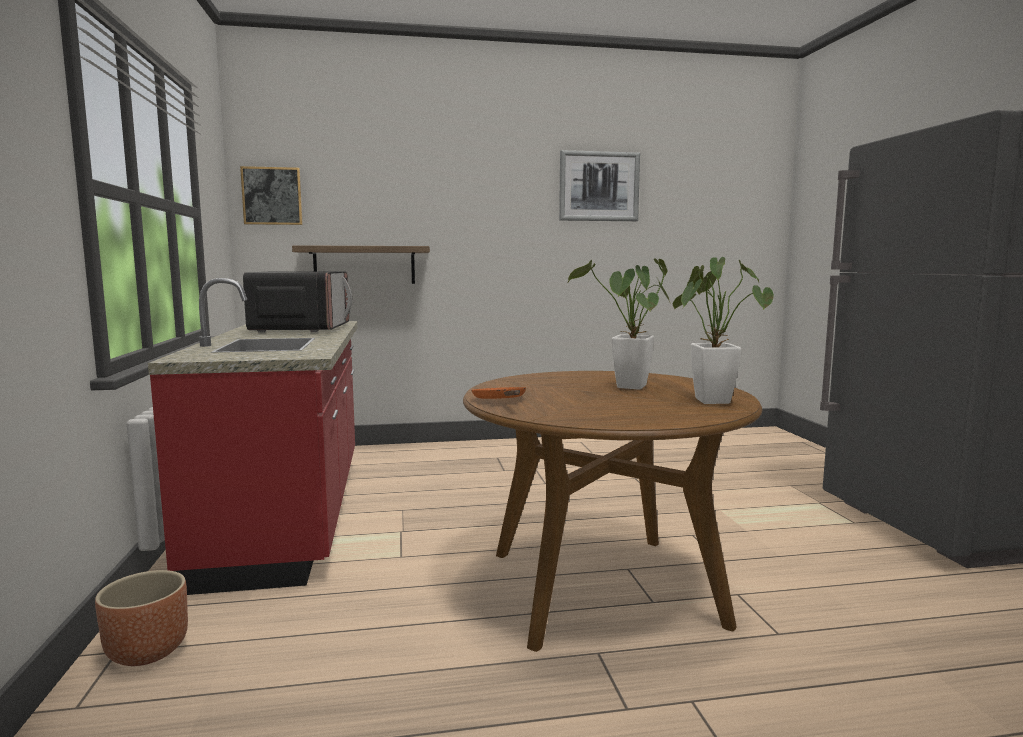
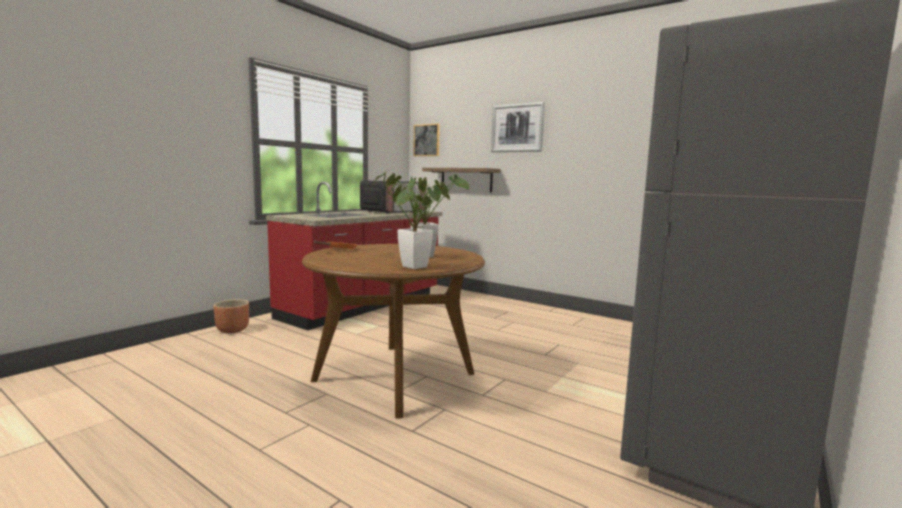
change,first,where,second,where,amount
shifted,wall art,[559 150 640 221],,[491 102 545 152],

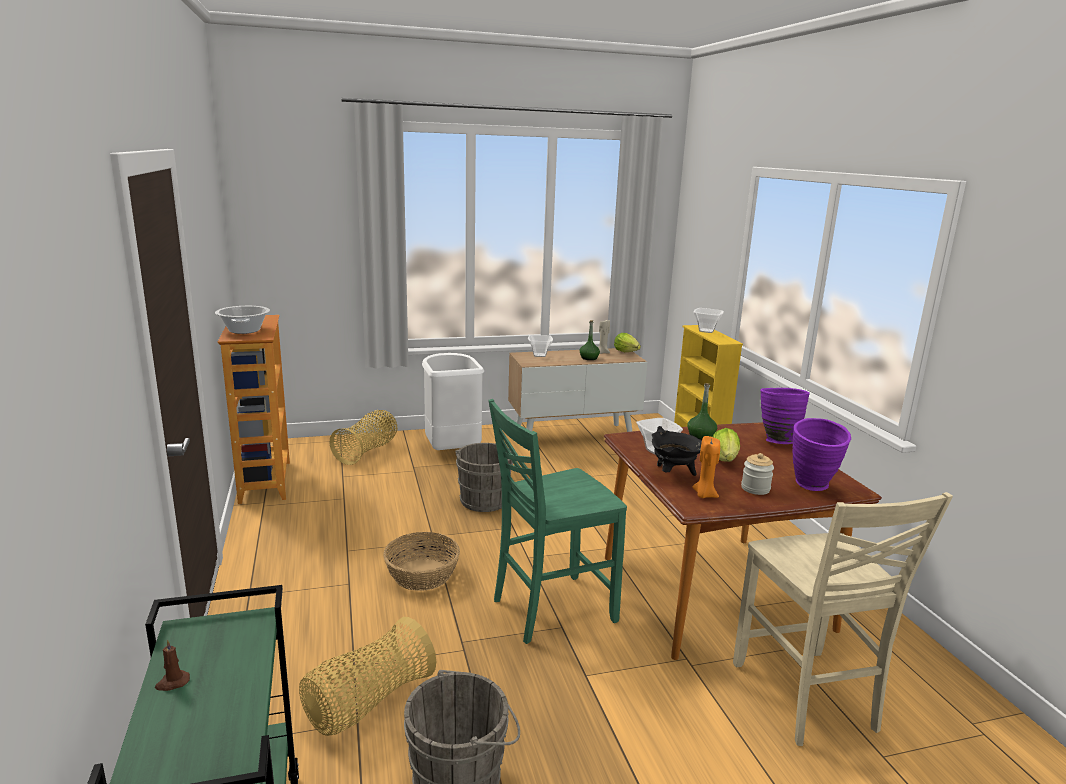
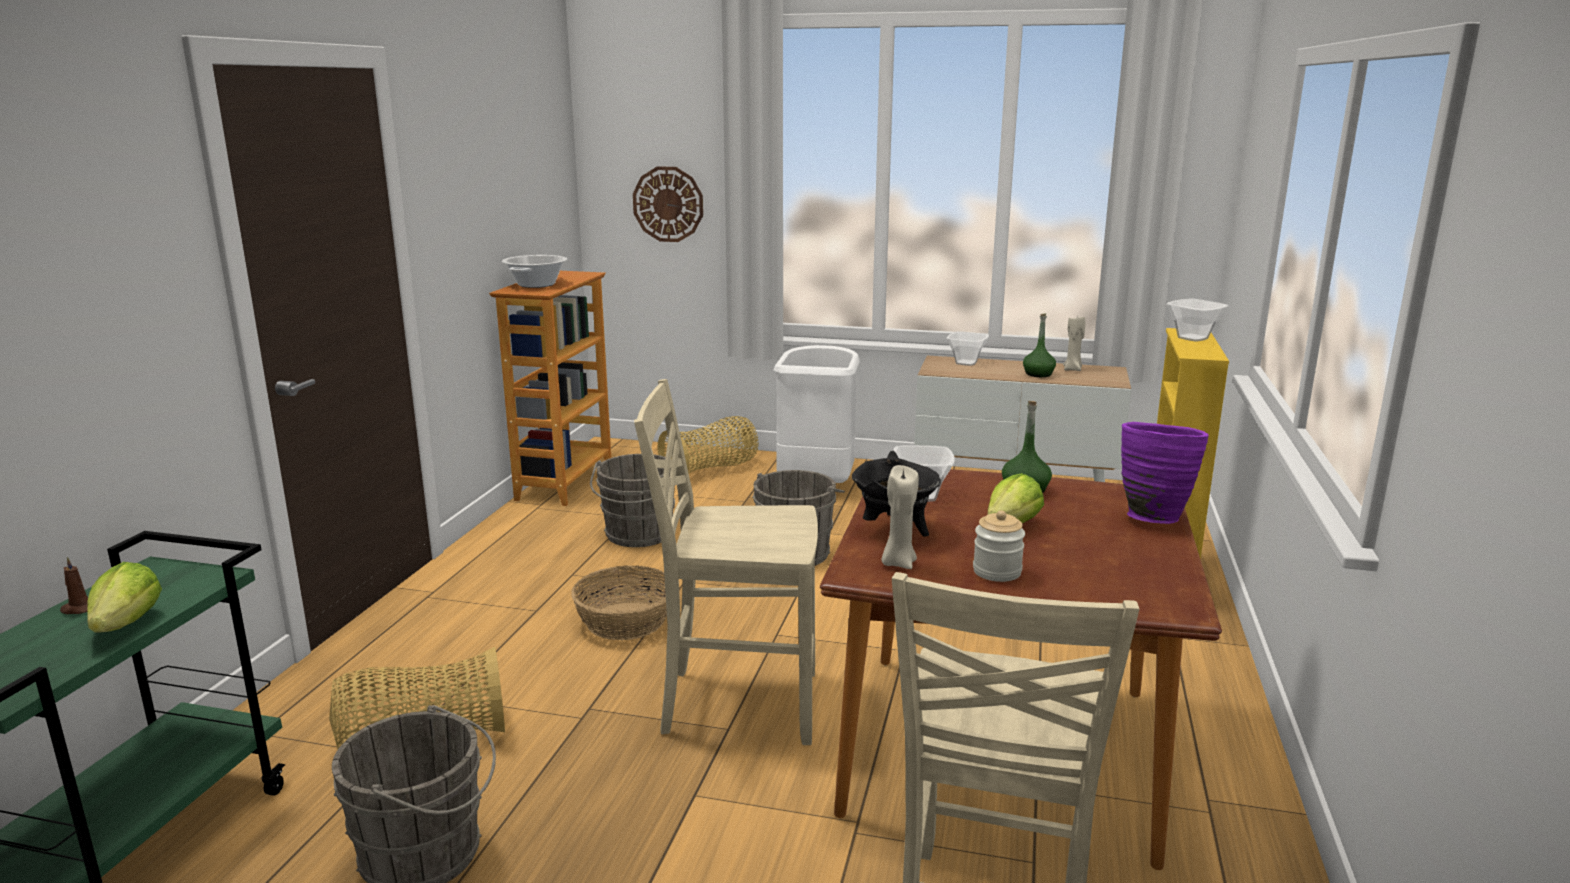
change,first,where,second,where,amount
shifted,lettuce head,[614 333 641 352],,[87 562 162 633],
new,,,grey water bucket,[590 454 675 547],
new,,,hanging clock,[633 166 703 242],
repainted,green-coloured chair,[488 399 627 644],beige-coloured chair,[634 379 818 745],
repainted,orange-coloured candle,[693 436 720 498],beige-coloured candle,[881 465 919 569],
gone,purple vase,[793 418 851 491],,,

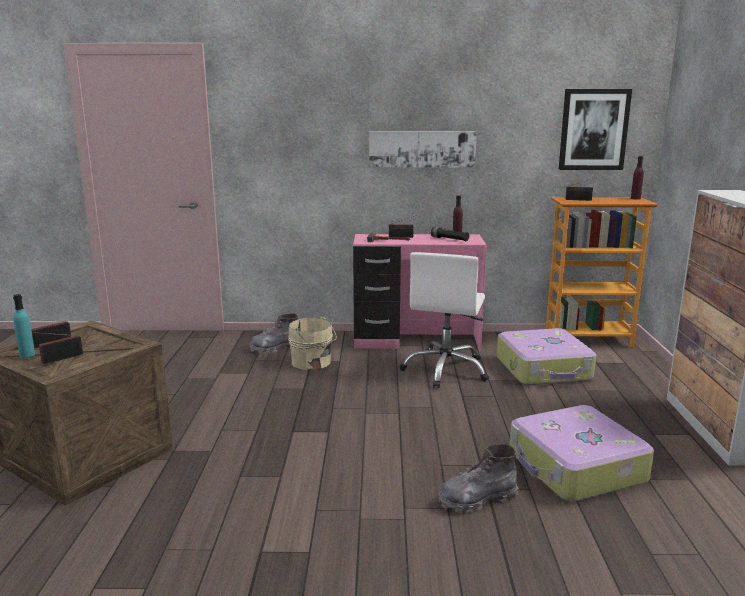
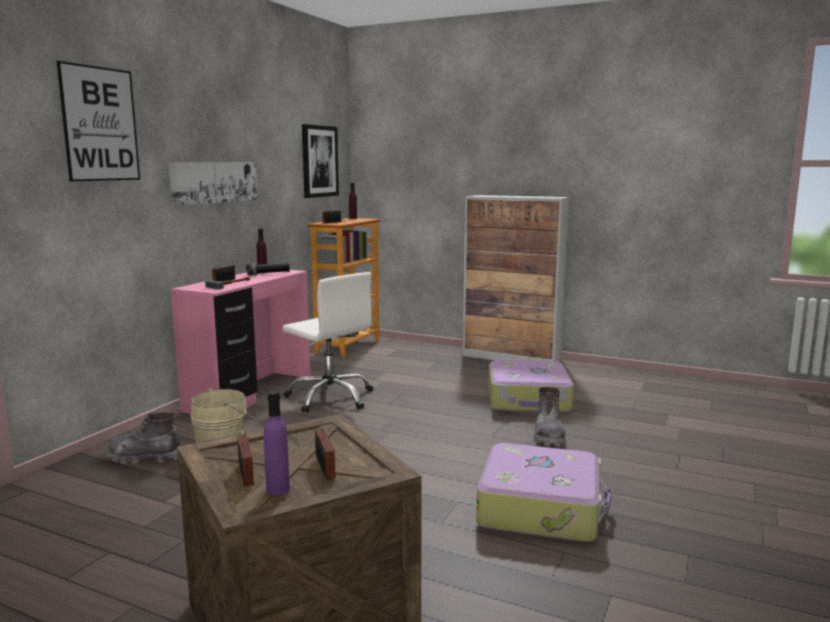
change,first,where,second,where,amount
new,,,wall art,[57 61 140 181],
rotated,grey high-top boot,[250 313 298 354],,[107 412 181 464],90 degrees clockwise
repainted,turquoise drink bottle,[13 294 35 358],purple drink bottle,[264 391 290 496],
shifted,suitcase,[497 328 596 385],,[476 443 612 542],

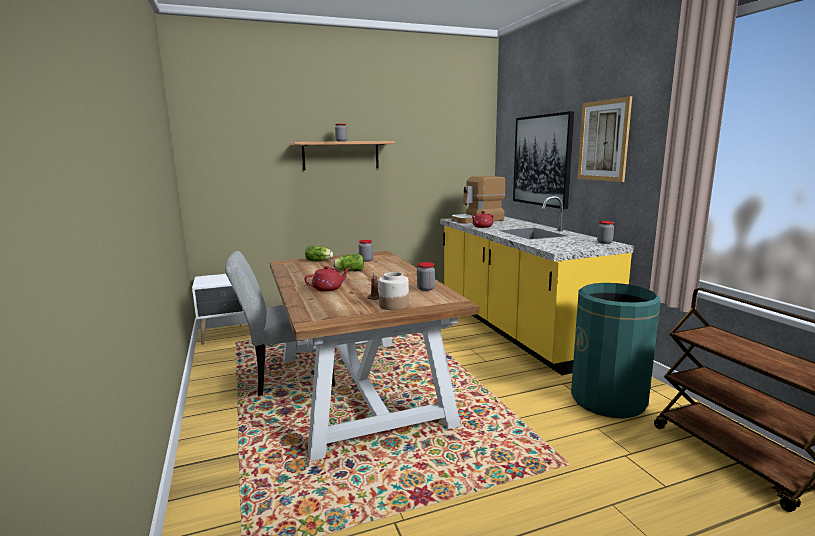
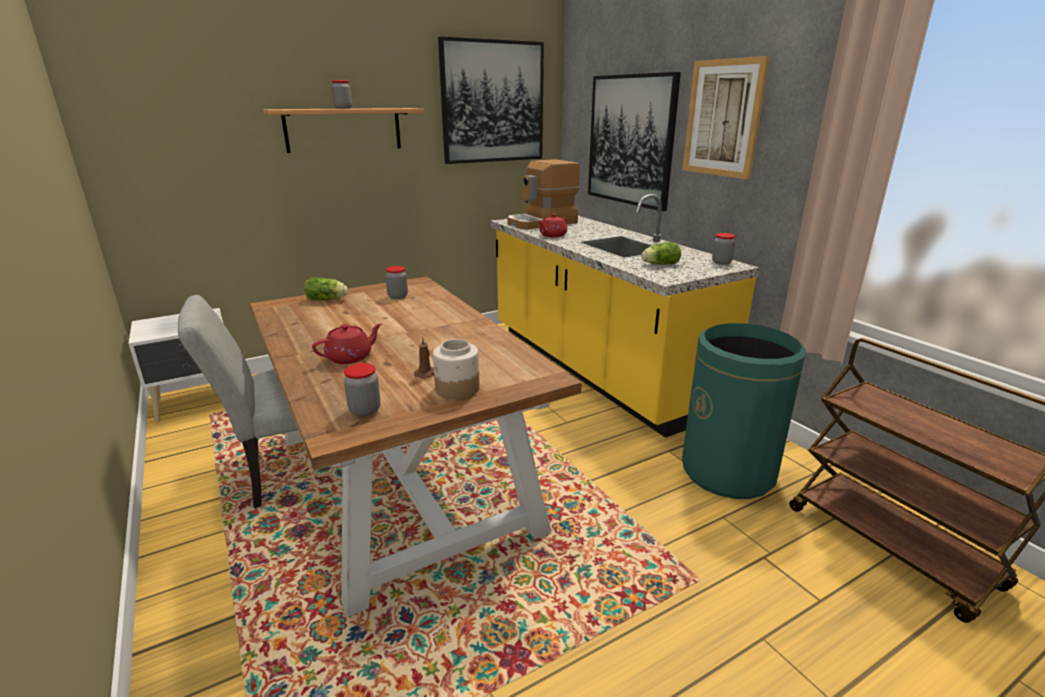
change,first,where,second,where,amount
shifted,jar,[417 262 435 291],,[344 363 381 416],
new,,,wall art,[438 37 544 164],
shifted,lettuce head,[333 254 364 271],,[641 242 681 265],

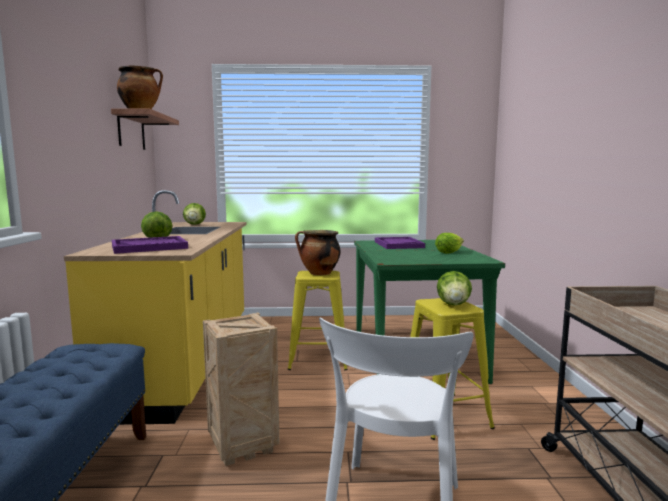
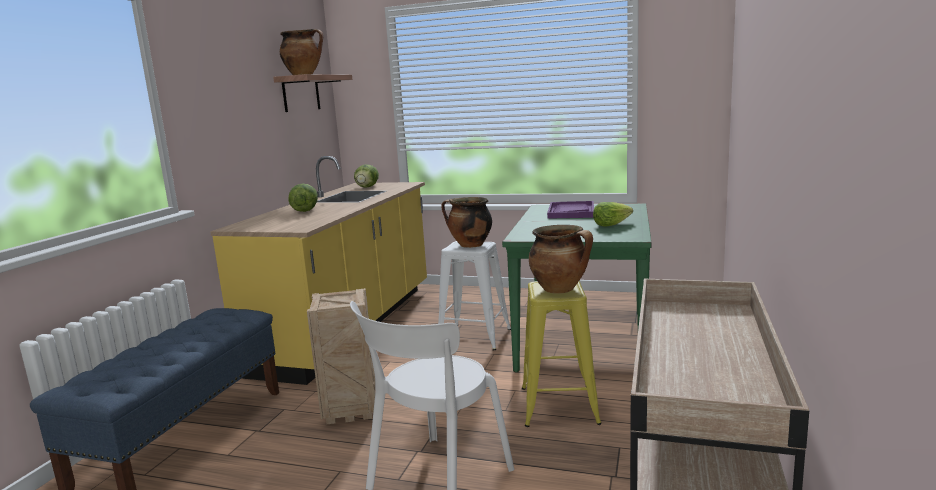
change,first,where,second,where,amount
repainted,yellow stool seat,[288 271 348 370],whitish stool seat,[438 241 511 350],
swapped,lettuce head,[437 271 472 306],saucepot,[529 225 593 294],
gone,purple carrying tray,[112 236 188 254],,,

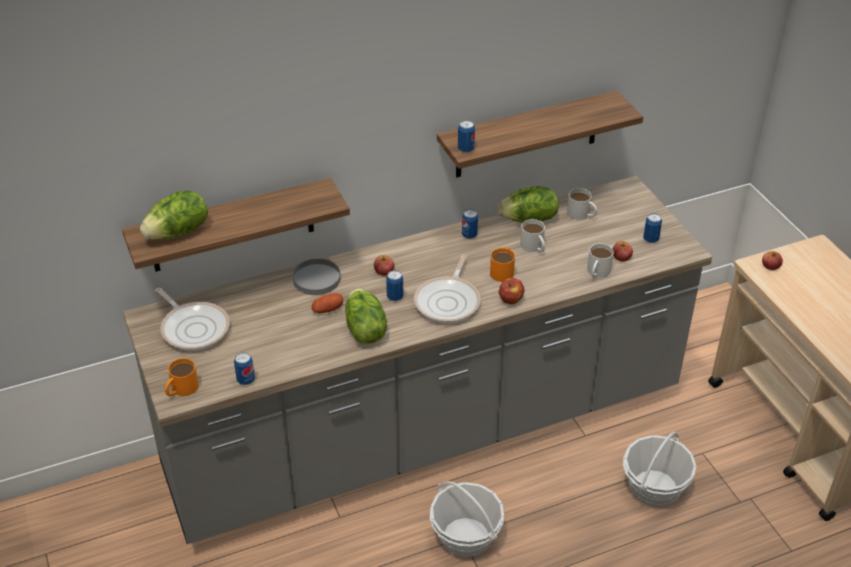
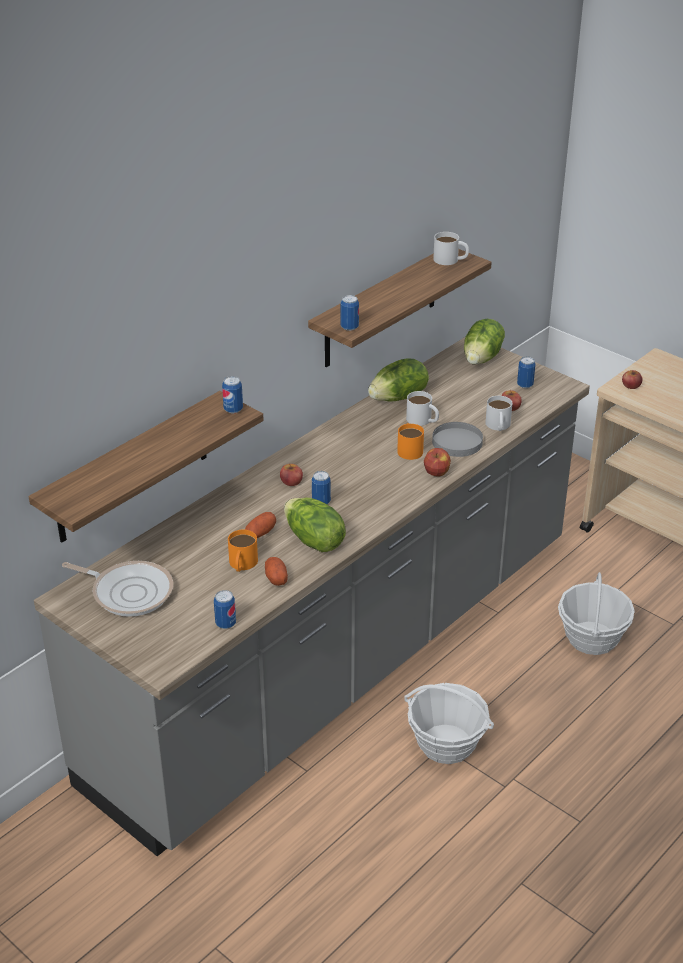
change,first,where,second,where,amount
shifted,can,[462 209 478 239],,[222 376 243 413],
shifted,orange-coloured mug,[165 358 199 396],,[228 530 258 572],
new,,,spud,[265 557 288 586],
shifted,grey flat dish,[293 259 340 295],,[432 422 483 457],
shifted,whitish mug,[567 188 597 220],,[433 232 469 265],
shifted,lettuce head,[140 191 208 240],,[464 319 505 365],
gone,pan,[414 254 480 323],,,

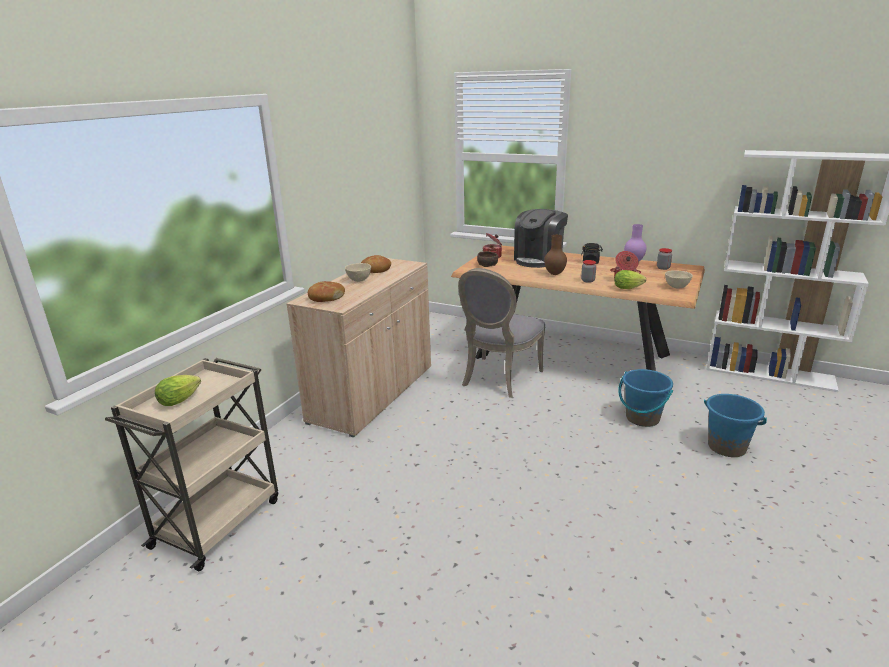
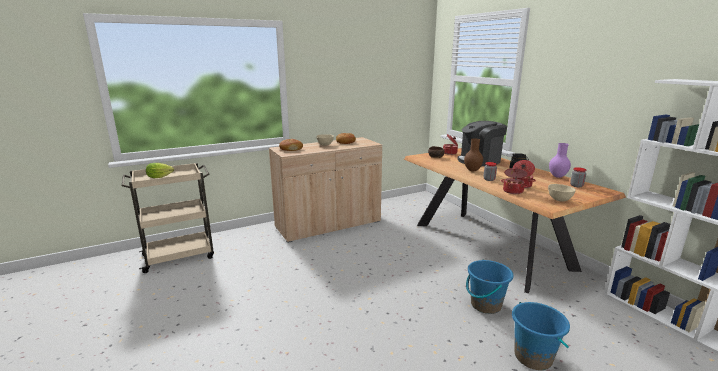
change,first,where,second,where,amount
swapped,lettuce head,[614 270 646 289],saucepot,[501 168 529 194],
gone,grey chair,[458 268 546 398],,,

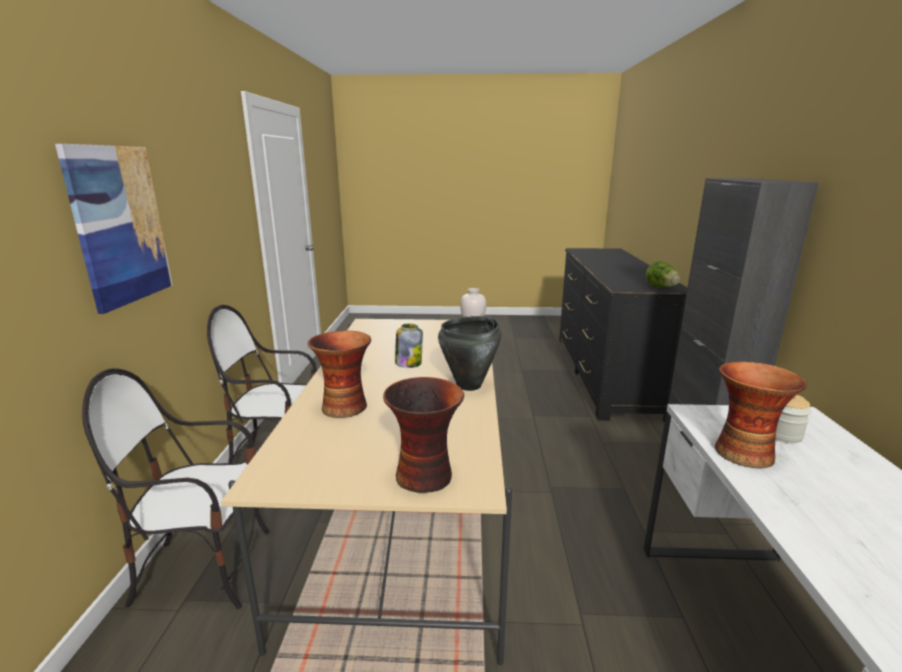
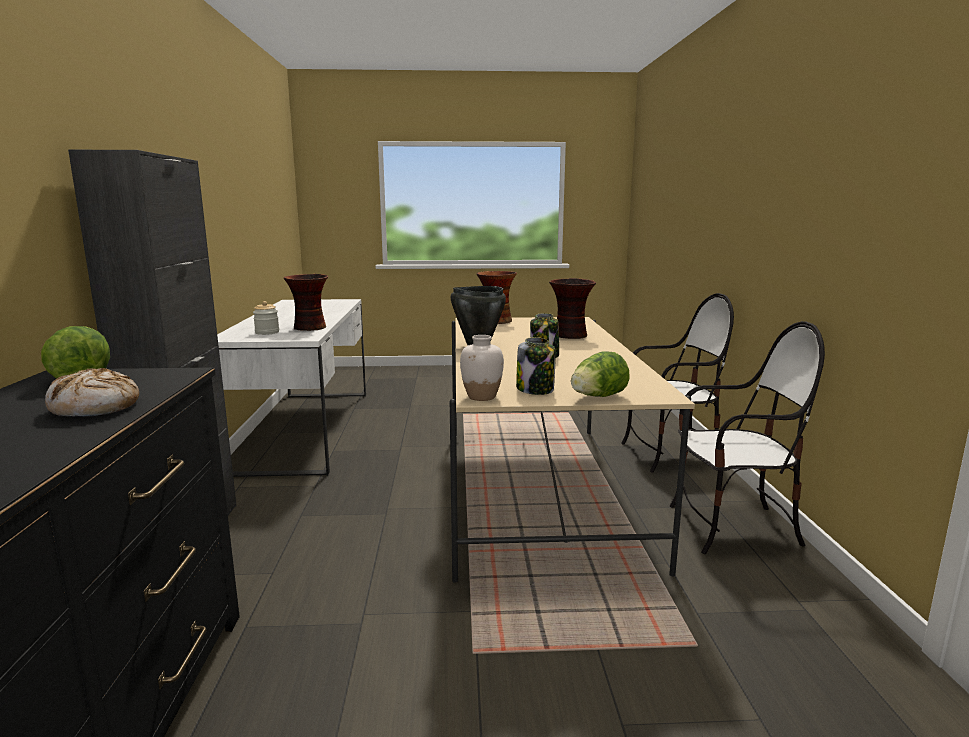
change,first,where,second,where,amount
new,,,baked bread,[45 368 139 417],
new,,,jar,[516 337 556 395],
new,,,lettuce head,[571 351 630 397],
gone,wall art,[55 144 173 314],,,

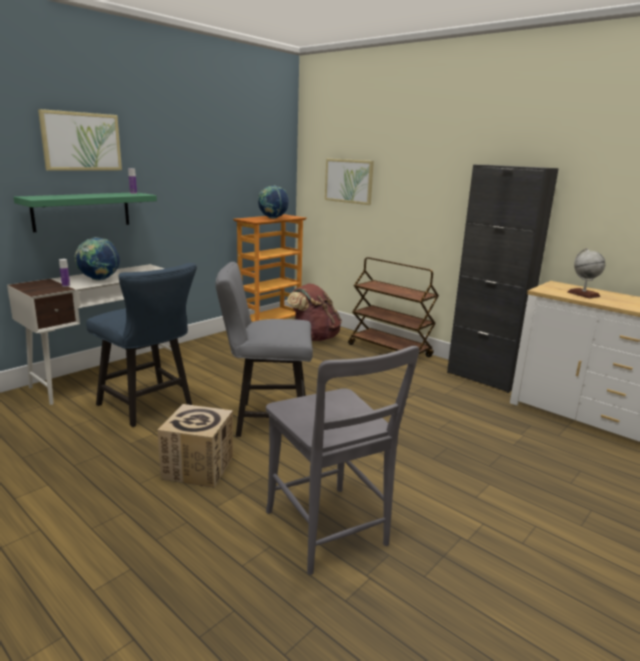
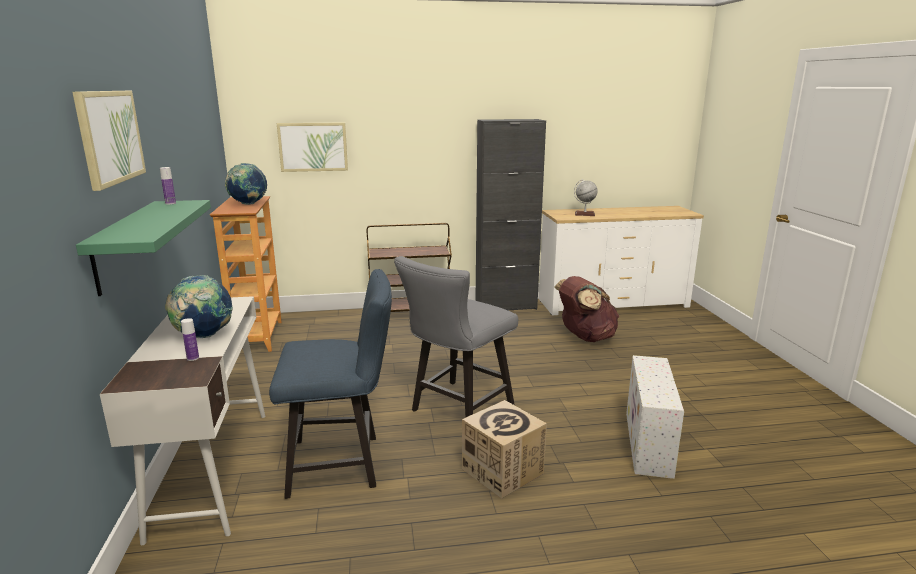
change,first,where,second,where,amount
shifted,brown-coloured backpack,[287 283 342 341],,[554 276 619 342],
swapped,grey chair,[266 345 419 575],whitish storage box,[626 355 684 479],

